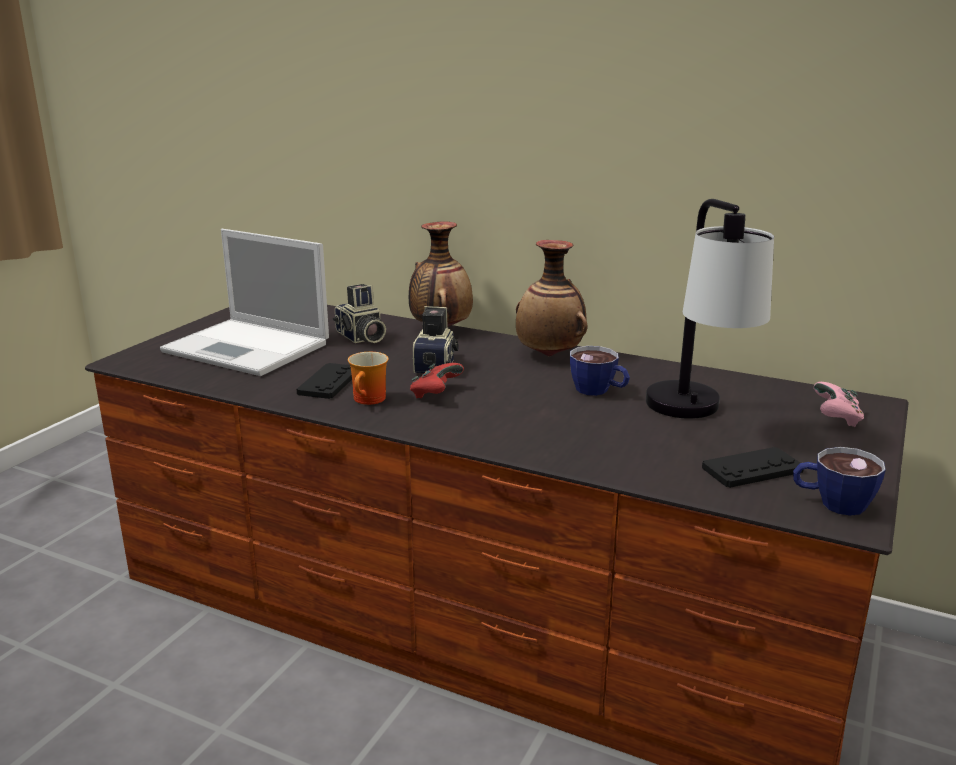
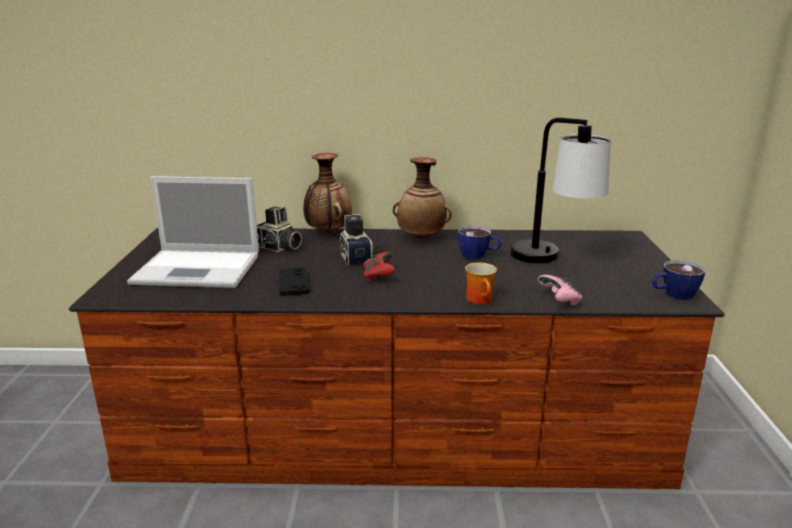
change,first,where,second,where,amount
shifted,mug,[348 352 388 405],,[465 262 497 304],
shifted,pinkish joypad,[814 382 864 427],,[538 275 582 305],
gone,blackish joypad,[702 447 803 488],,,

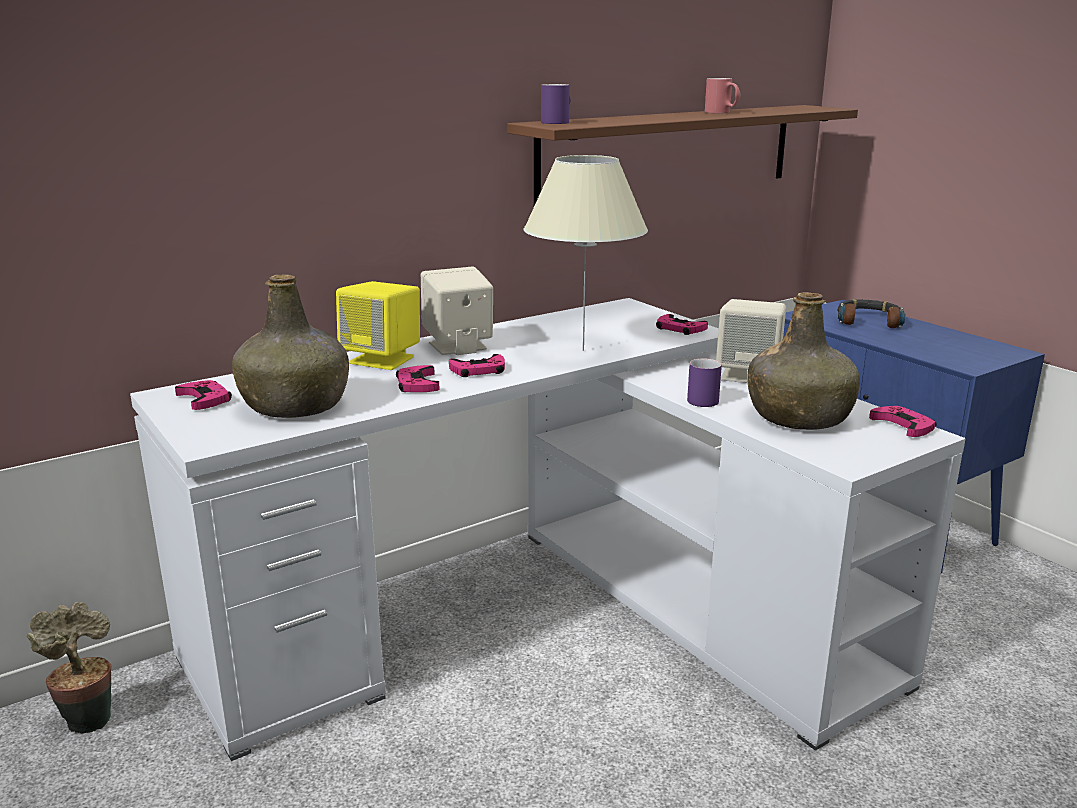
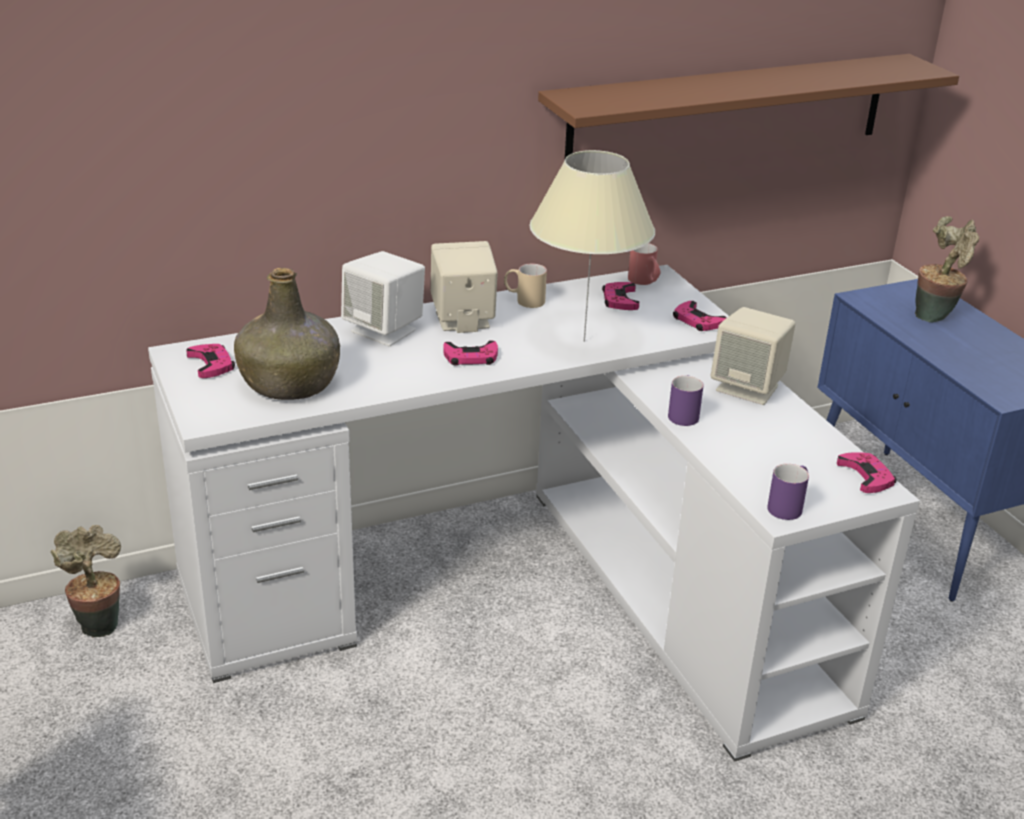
change,first,where,second,where,amount
repainted,yellow speaker,[336 281 420 370],whitish speaker,[341 251 425 346],
new,,,beige-coloured mug,[504 264 547 308],
shifted,pinkish joypad,[396 365 440 392],,[602 282 639 310],
shifted,red mug,[705 78 741 113],,[628 243 661 285],
shifted,purple mug,[541 84 571 124],,[767 464 809 520],
swapped,pair of headphones,[838 299 905 328],houseplant,[915 216 979 322],
gone,green-coloured drink bottle,[747 292 860 430],,,

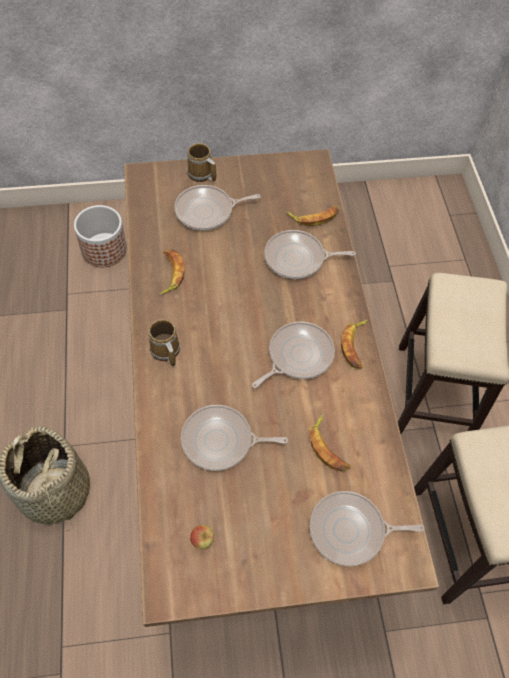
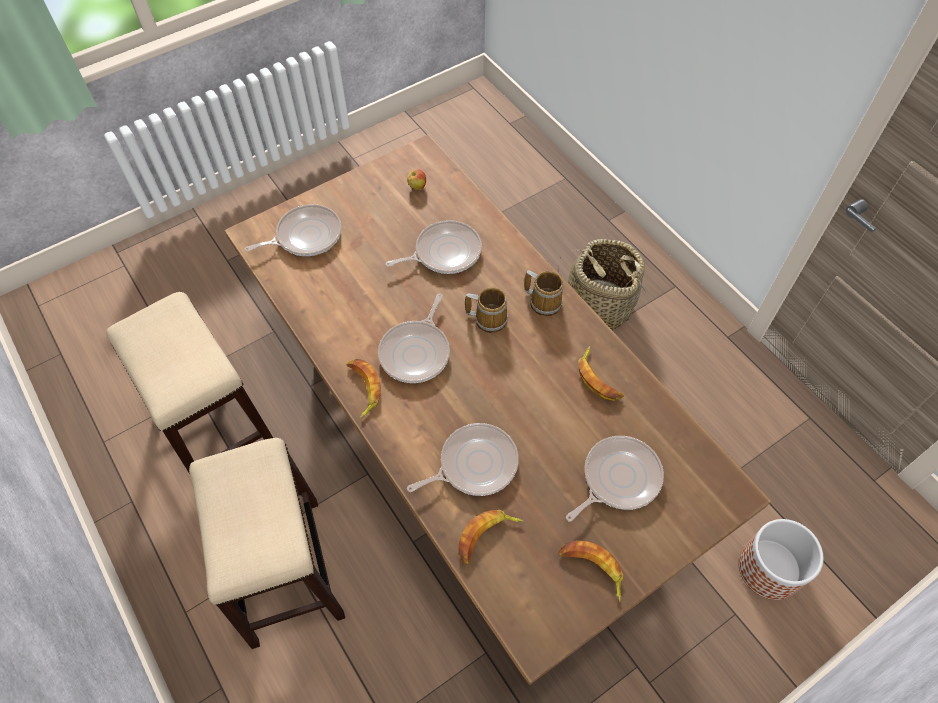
change,first,where,second,where,amount
shifted,mug,[187 143 216 182],,[465 287 508 333],
shifted,banana,[310 414 351 471],,[558 540 623 602],

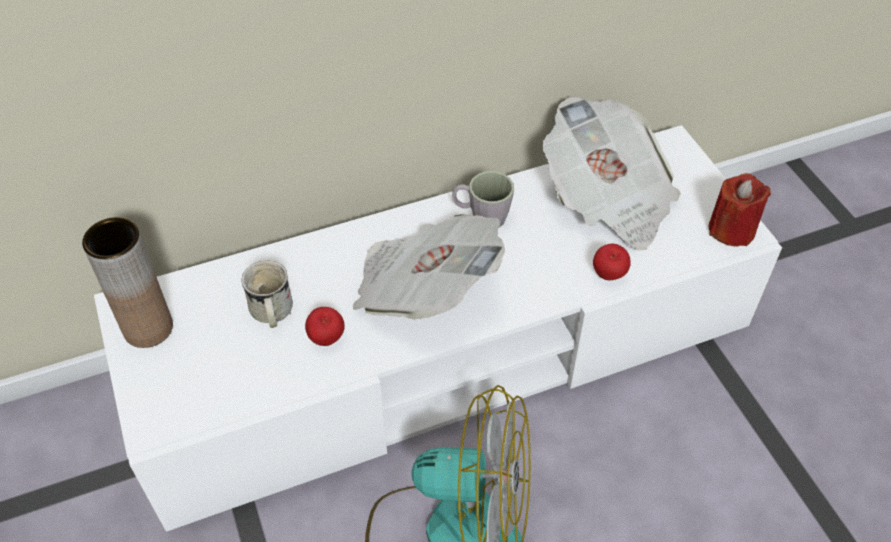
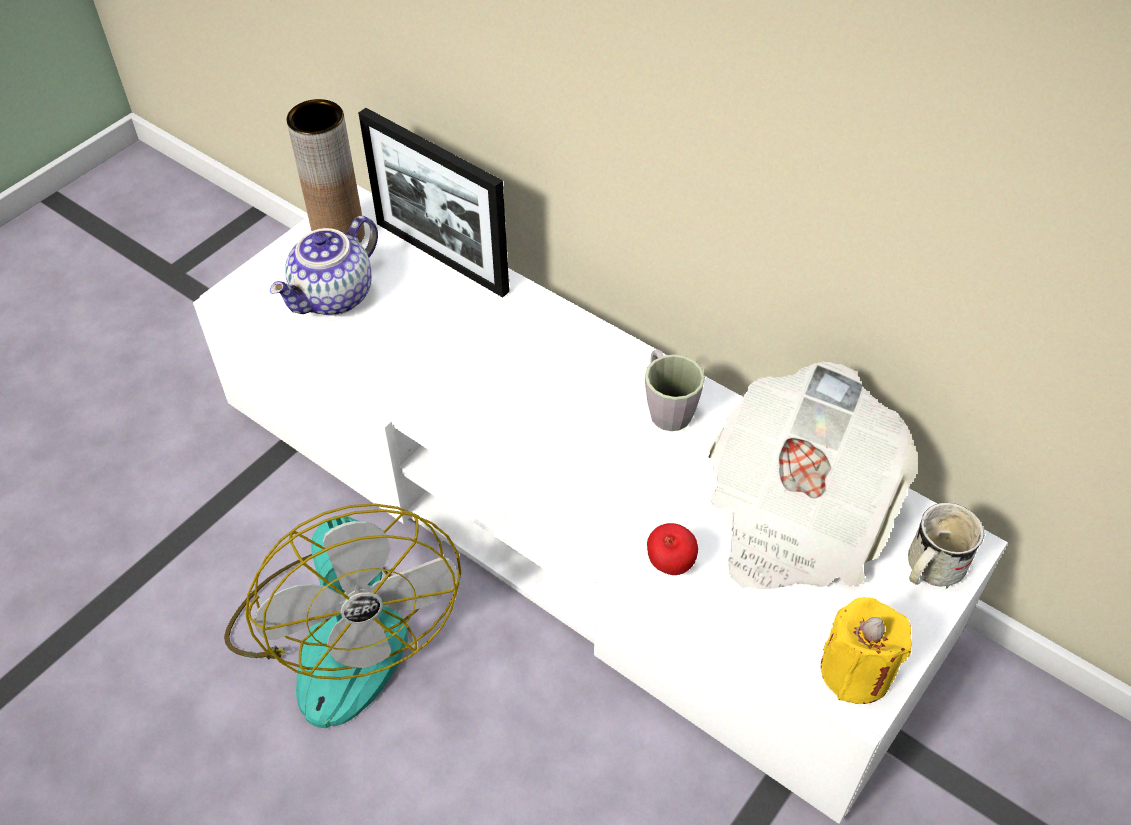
change,first,where,second,where,amount
new,,,pot for tea,[270 216 378 315],
new,,,picture frame,[358 108 509 298],
repainted,red candle,[709 173 771 246],yellow candle,[821 597 912 704],
shifted,whitish mug,[241 260 293 328],,[908 503 984 588],
gone,apple fruit,[305 307 345 346],,,
gone,newspaper,[353 213 505 320],,,

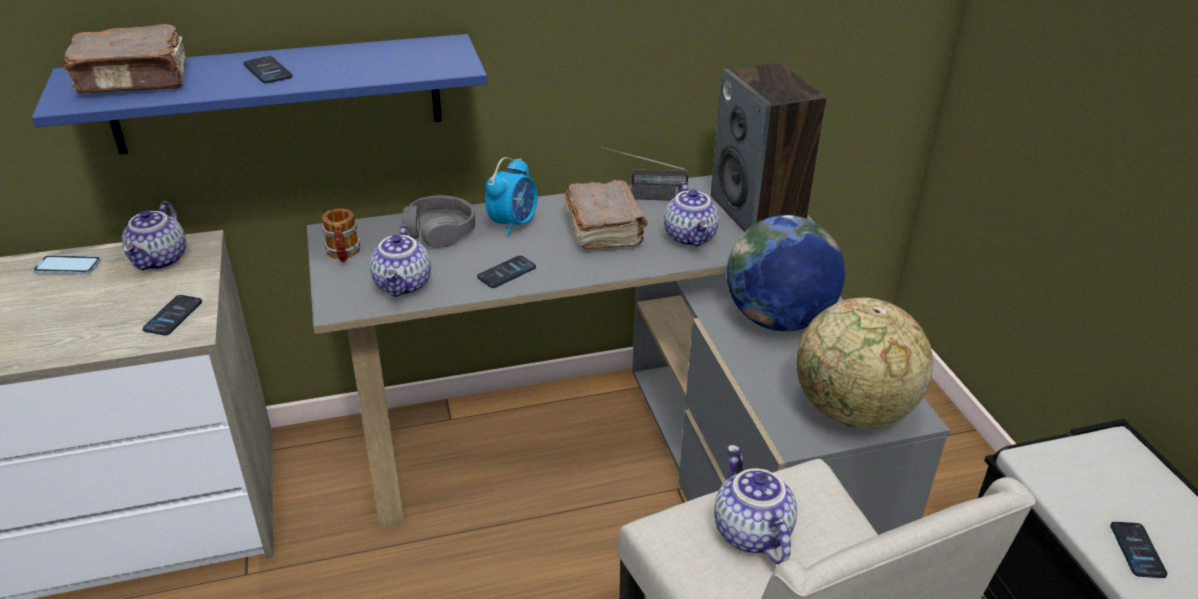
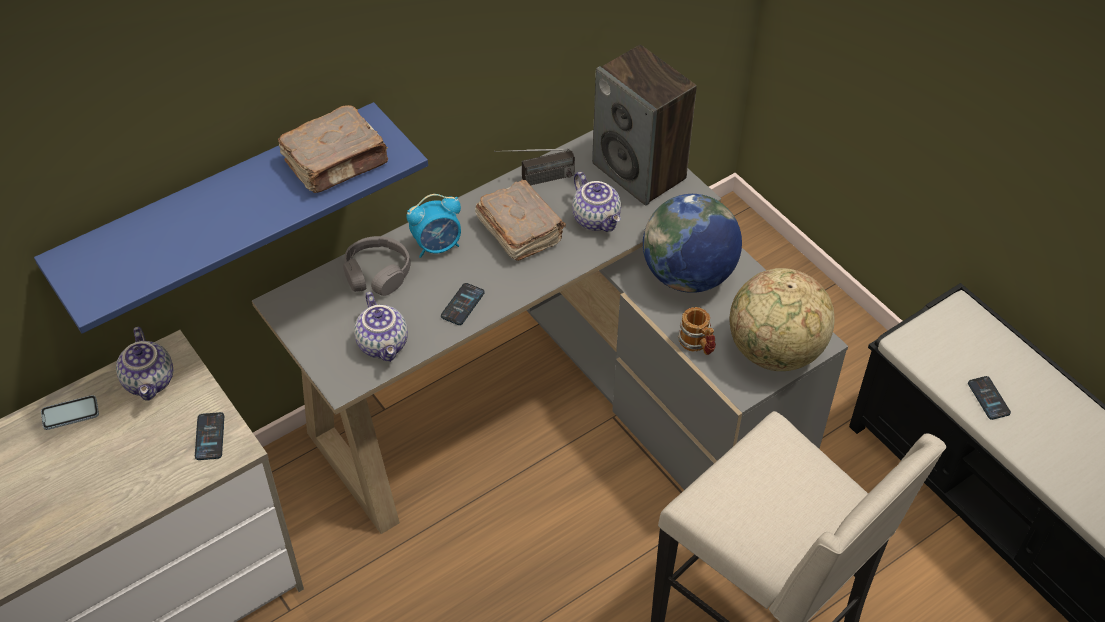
change,first,where,second,where,amount
shifted,brown-coloured volume,[64 24 186 93],,[278 105 388 193],
rotated,table clock,[485 157 537 236],,[406 194 461 258],60 degrees clockwise
shifted,mug,[322 208 360 263],,[678 307 716 355],
gone,telephone,[244 56 292 84],,,
gone,pot for tea,[714 445 797 564],,,

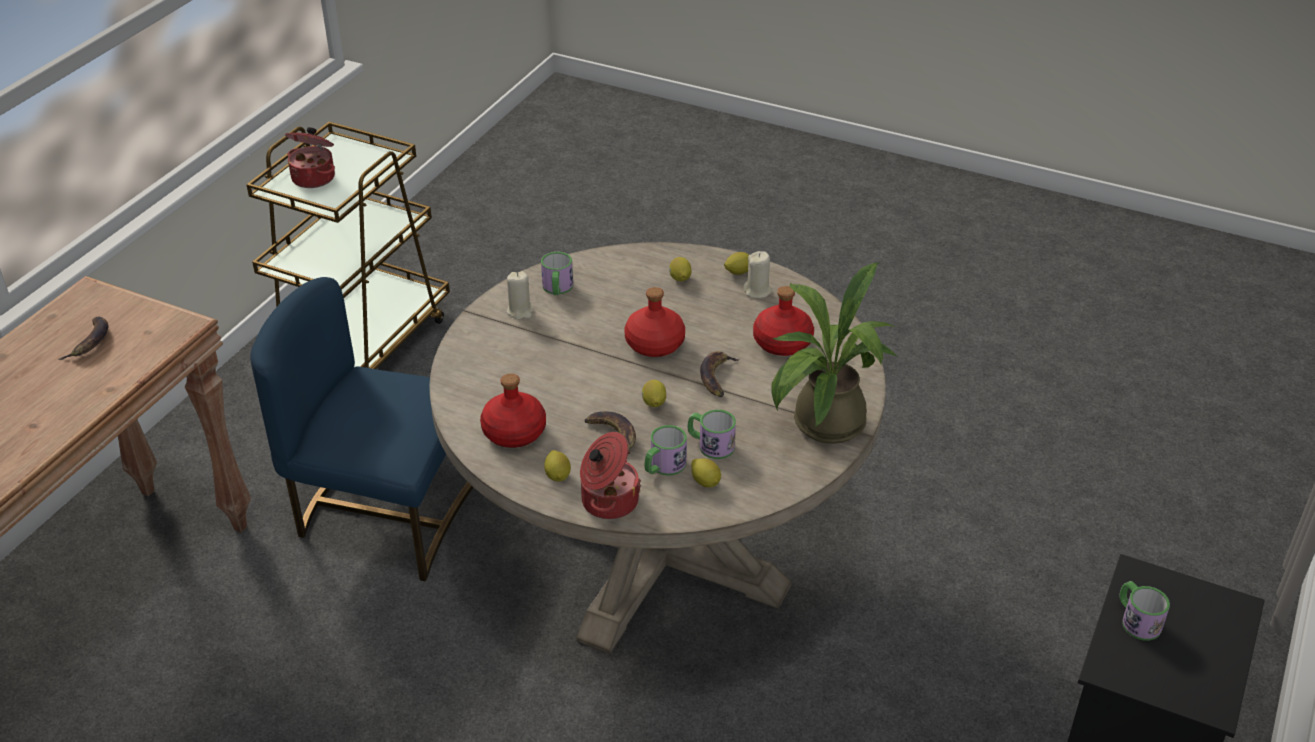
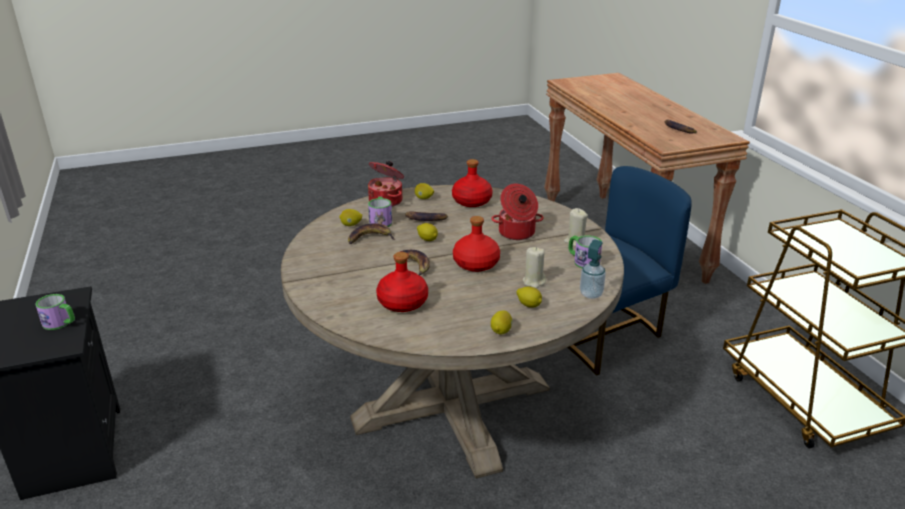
change,first,where,second,where,amount
swapped,mug,[688 409 736 459],banana,[348 223 396 244],
shifted,saucepot,[285 127 335 188],,[491 183 544 240],
shifted,beige-coloured candle,[744 251 772 298],,[523 247 546 288],
new,,,soap bottle,[580 239 606 299],
gone,houseplant,[771 262 898 444],,,

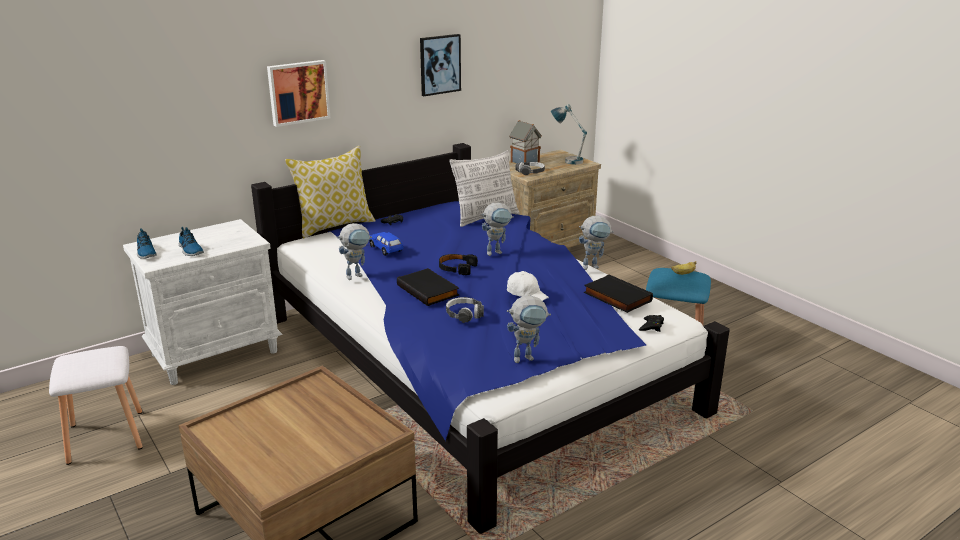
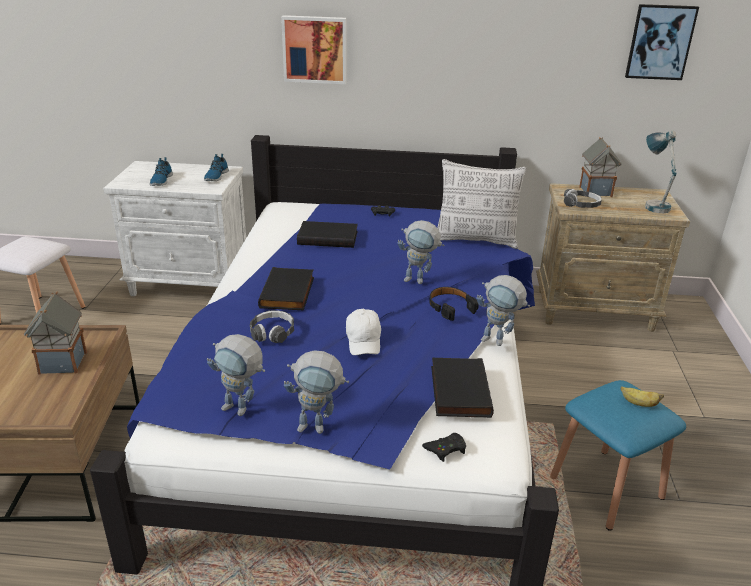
change,first,where,second,where,amount
new,,,model house,[24 292 87 374],
shifted,low shoe,[137 228 157 259],,[204 154 229 181],
shifted,robot figure,[337 223 372 280],,[284 350 349 434],
swapped,blue-coloured miniature car,[369 232 403 256],blackish volume,[297 221 358 248],
shifted,blackish pair of headphones,[439 254 478 275],,[429 287 479 321],
shifted,wall art,[420 34 461 96],,[625 4 699 80],
gone,pillow,[285 146 376 239],,,

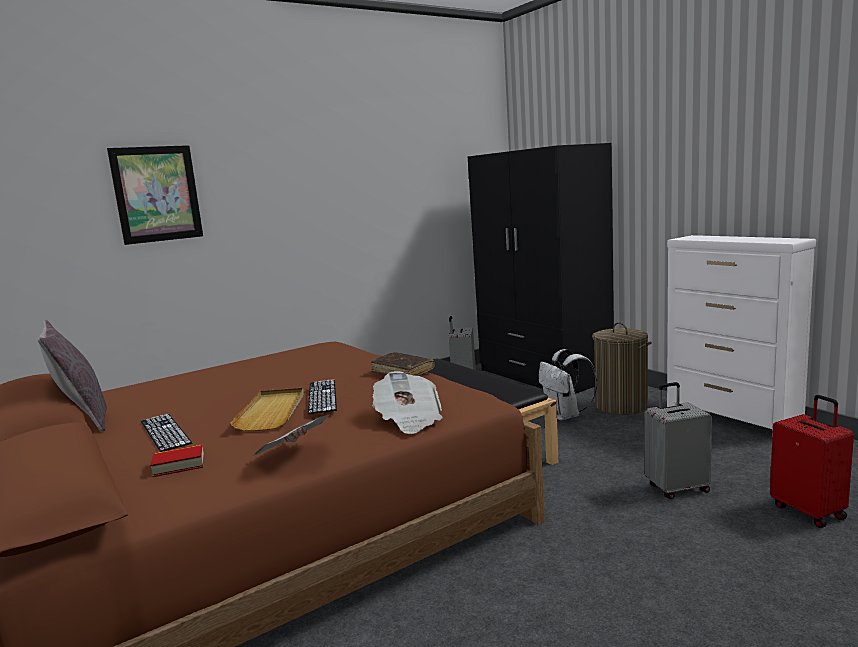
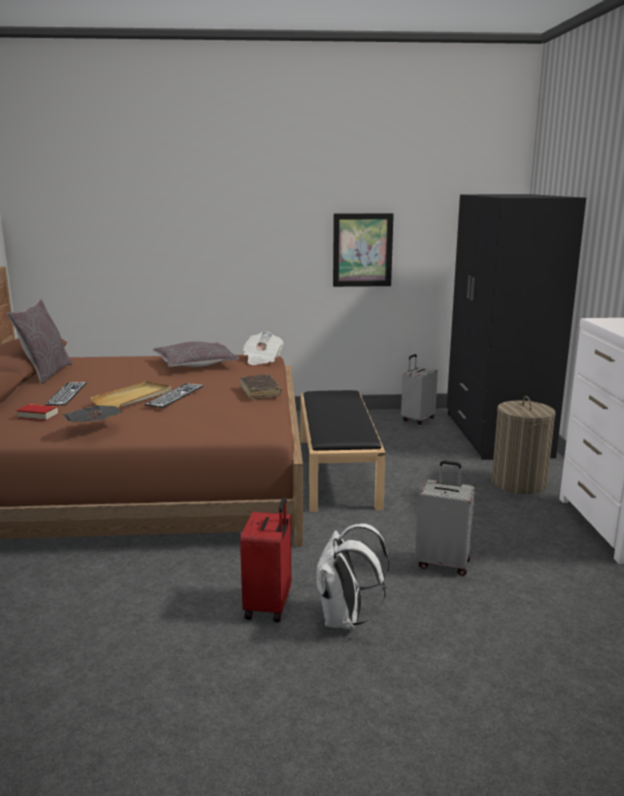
change,first,where,second,where,amount
new,,,grey pillow,[153 341 239 367],
shifted,red suitcase,[770 395 854 528],,[240 497 291 622],
shifted,newspaper,[372 371 443 434],,[243 332 284 365],
shifted,whitish backpack,[539 349 598 421],,[315 524 390 630],
shifted,wall art,[107 145 203 245],,[333 213 394 287],

